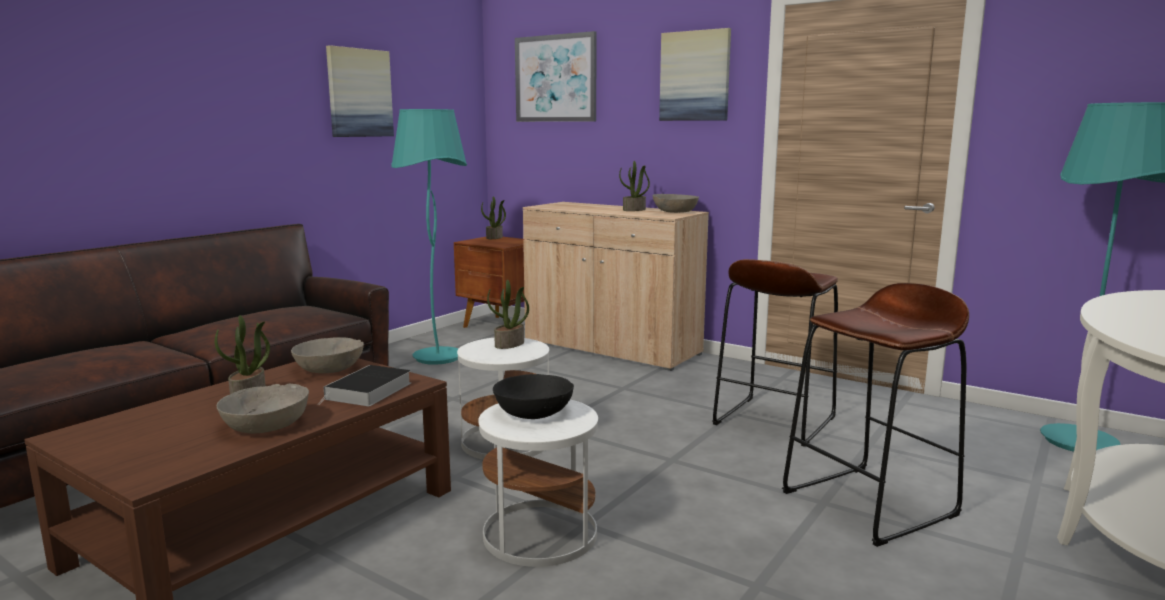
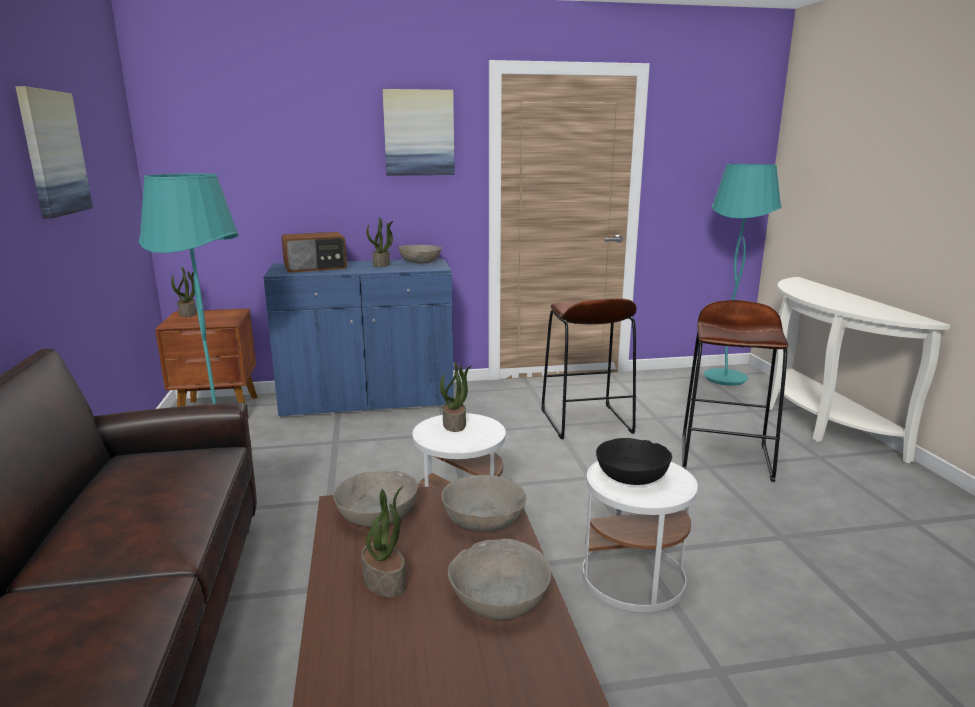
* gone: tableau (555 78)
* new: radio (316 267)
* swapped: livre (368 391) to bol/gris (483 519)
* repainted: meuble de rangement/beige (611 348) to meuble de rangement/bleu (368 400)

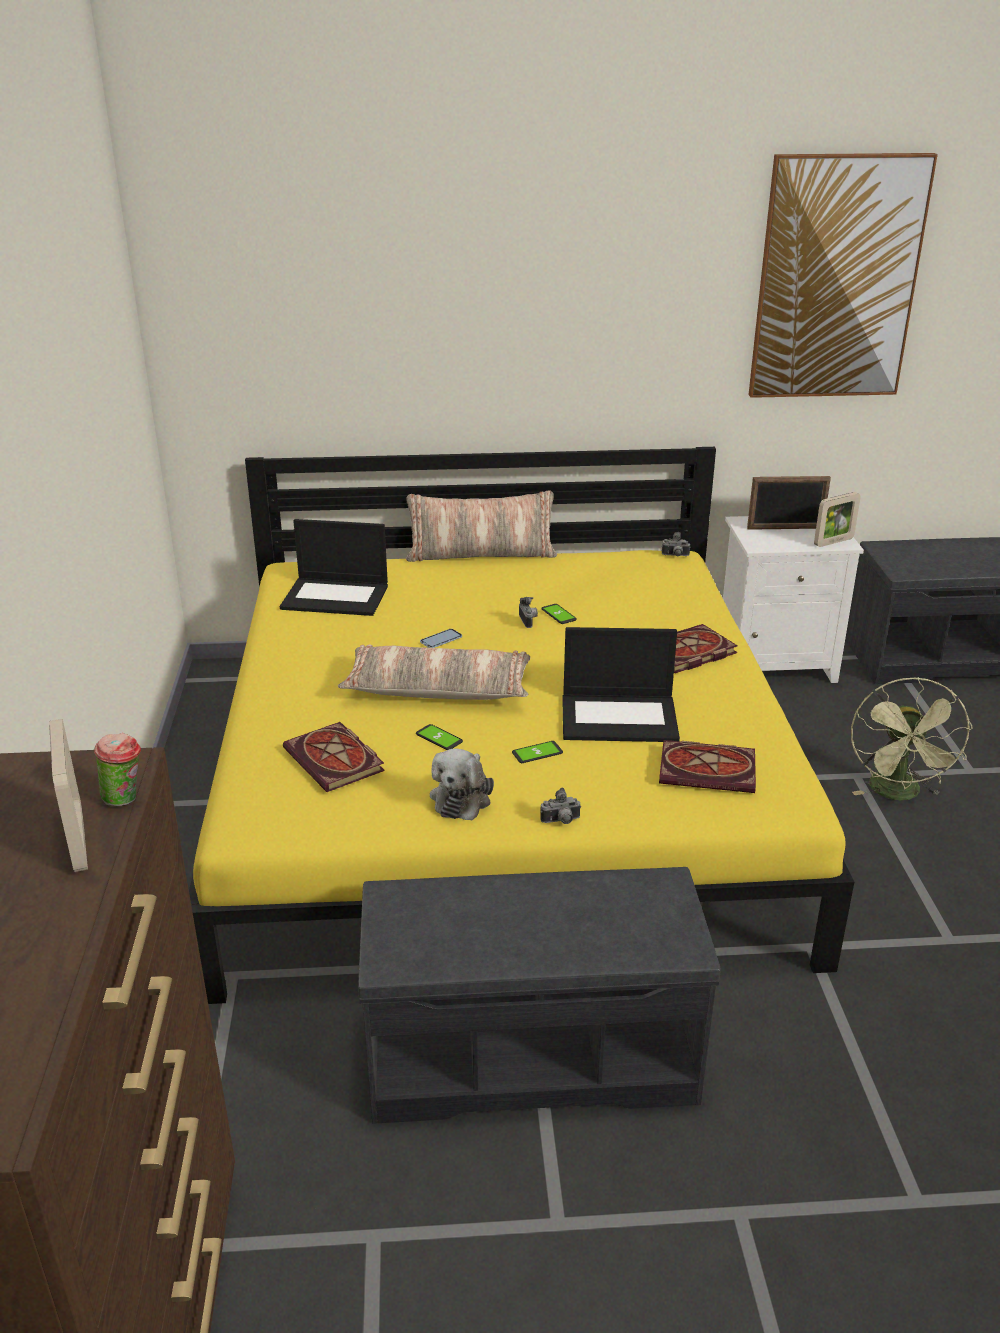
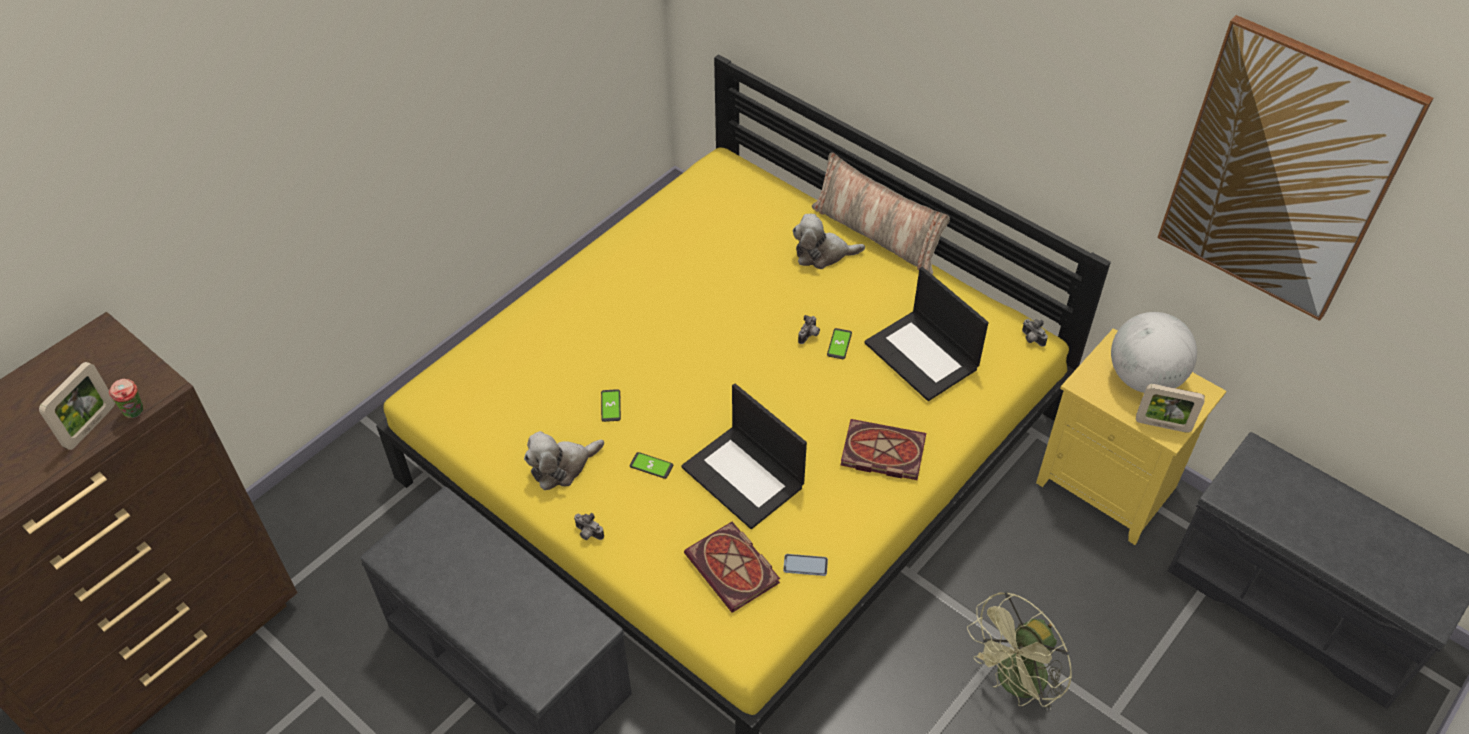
* gone: livre (337 761)
* gone: coussin (438 689)
* new: peluche (823 254)
* shifted: ordinateur portable (336 597) to (923 356)
* shifted: téléphone (441 640) to (805 565)
* swapped: cadre photo (785 528) to globe (1144 378)
* repainted: table de chevet/blanc (776 663) to table de chevet/jaune (1110 486)

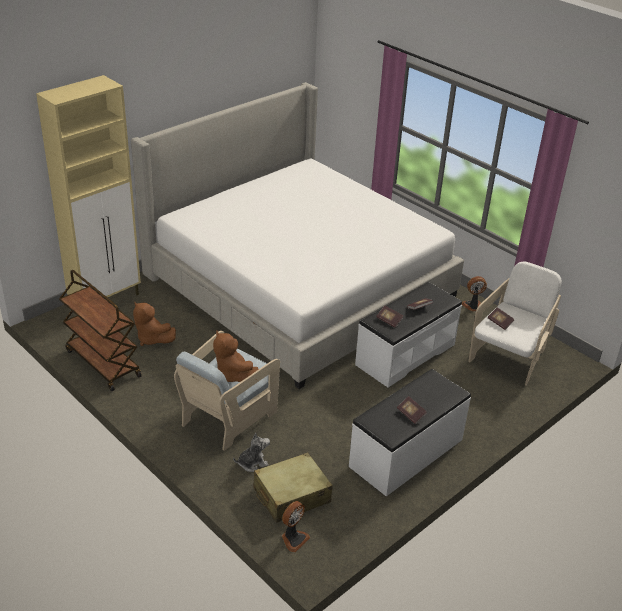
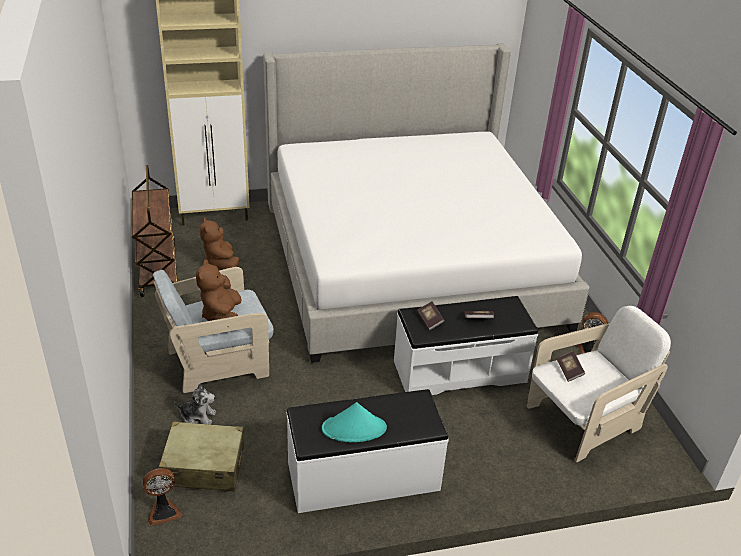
* swapped: livre (411 414) to chapeau/turquoise (354 428)

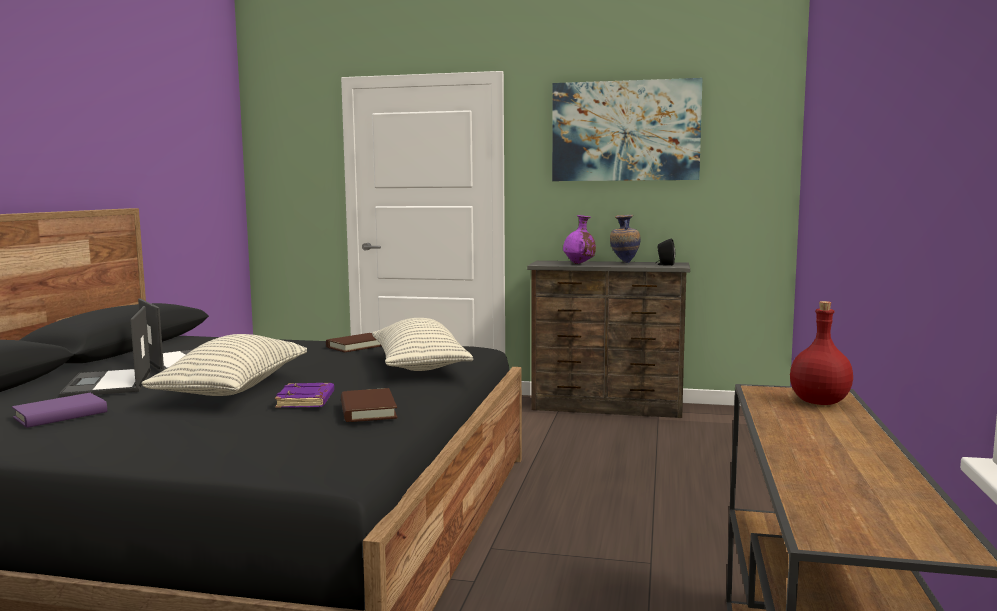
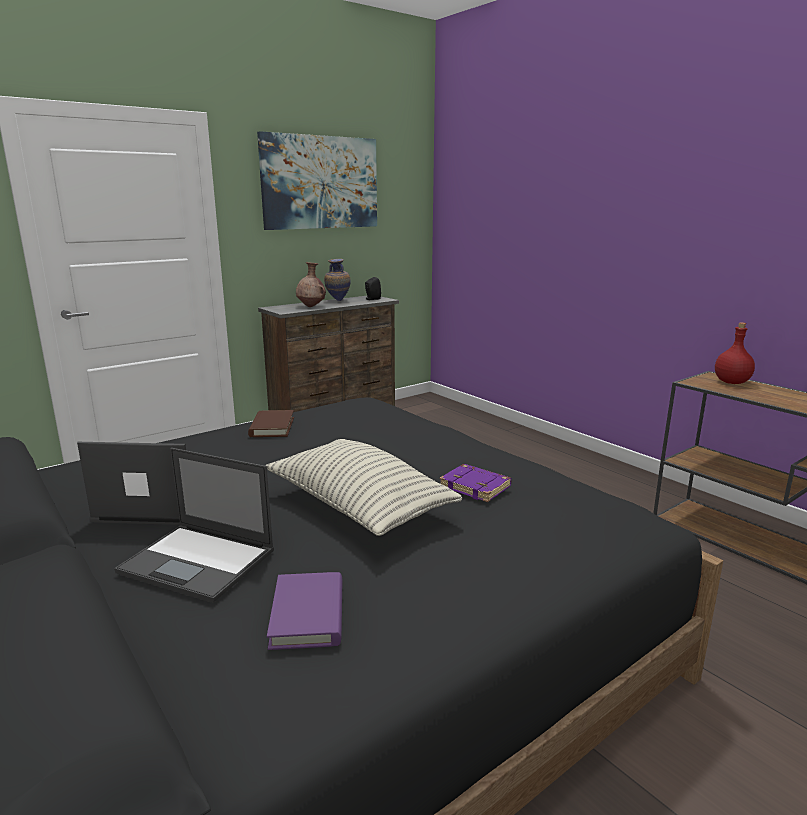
* gone: livre/marron (368 410)
* gone: coussin (419 366)
* repainted: vase/violet (579 264) to vase/marron (311 306)

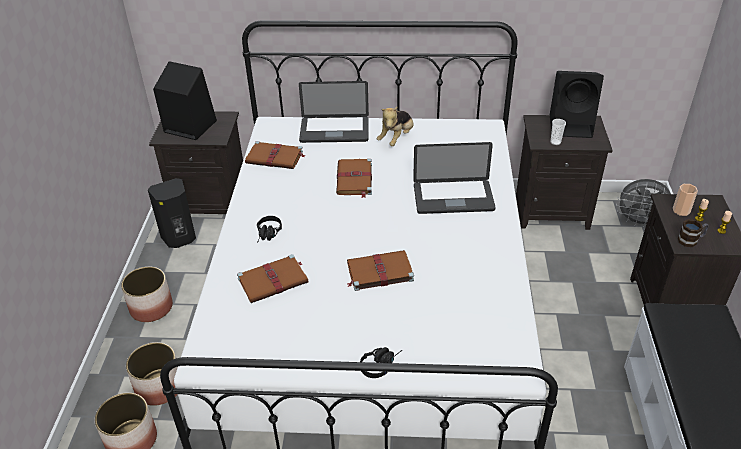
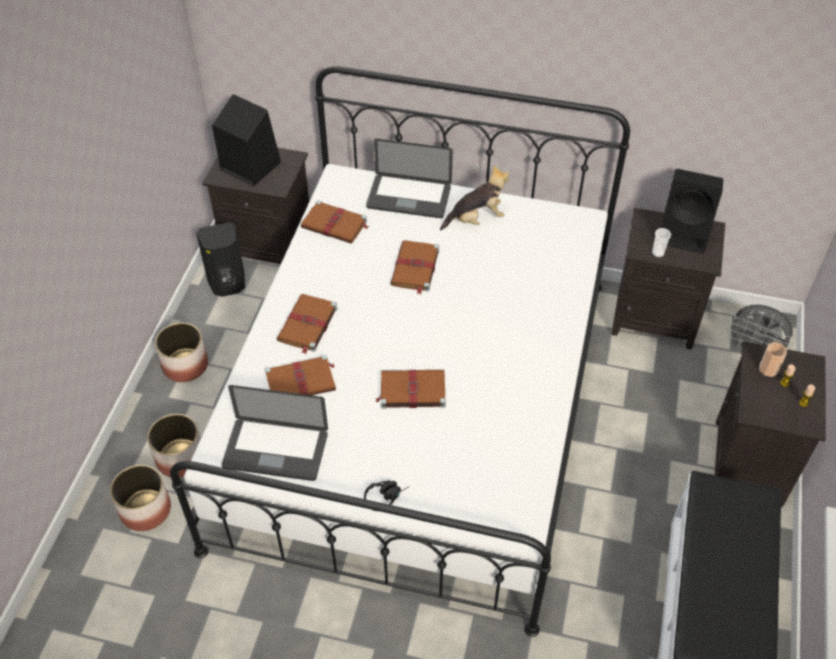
* gone: mug (691 240)
* shifted: ordinateur portable (453 198) to (275 450)
* swapped: casque audio/noir (268 235) to livre/marron (307 325)
* rotated: peluche (396 138) = (476 219) 150 degrees counterclockwise

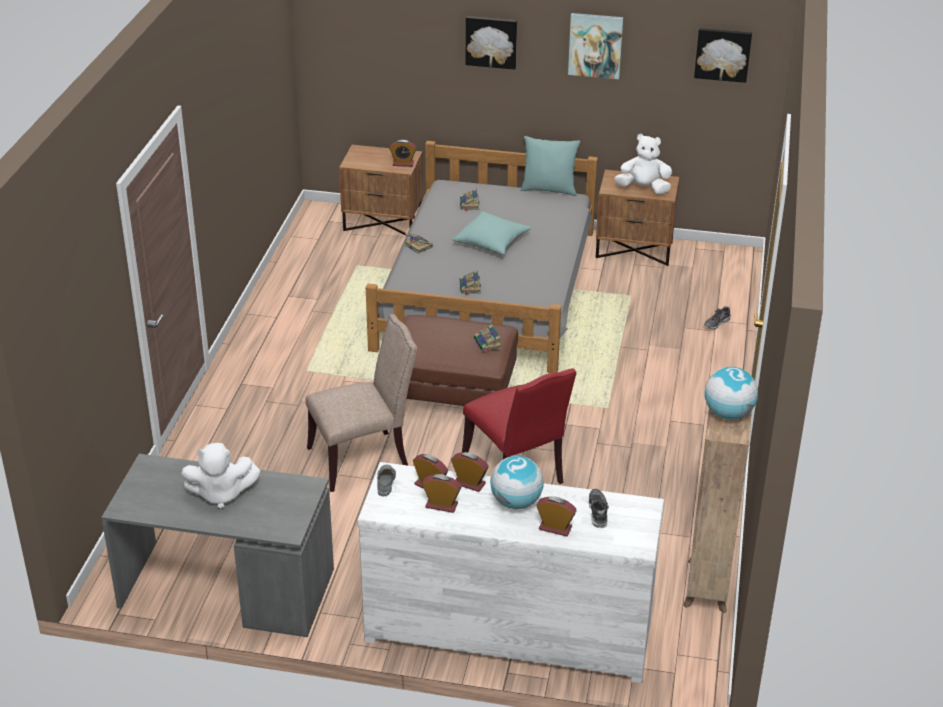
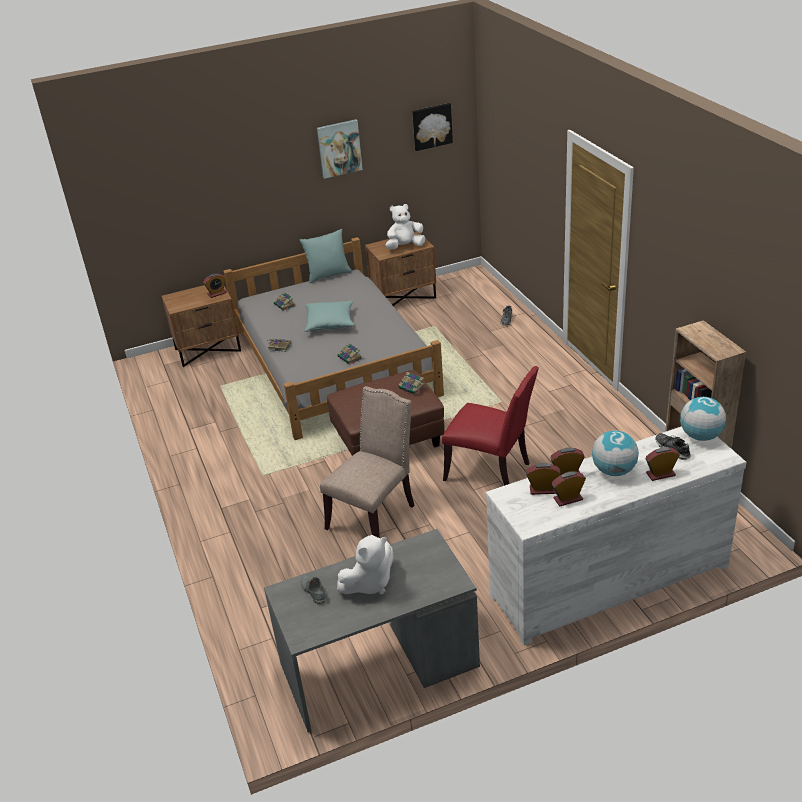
* gone: tableau (491 41)
* shifted: chaussure/gris (385 482) to (313 591)
* shifted: globe (728 414) to (700 436)

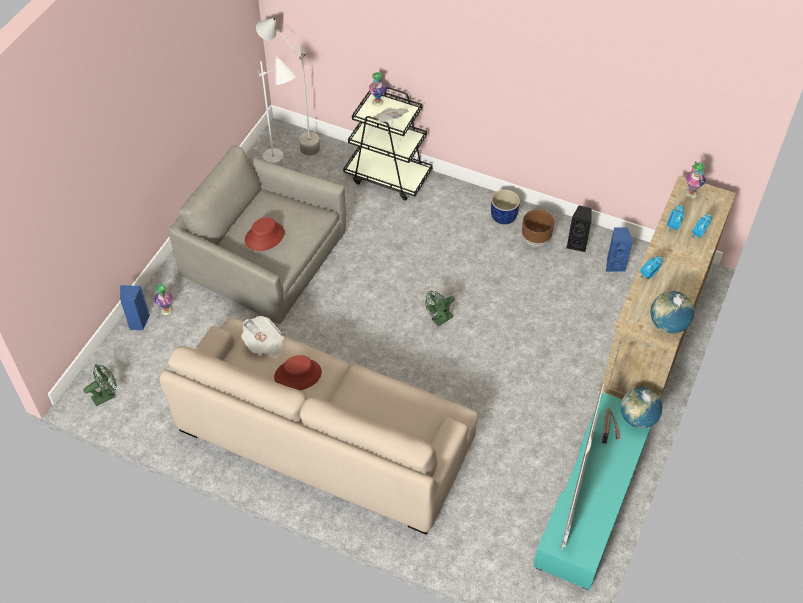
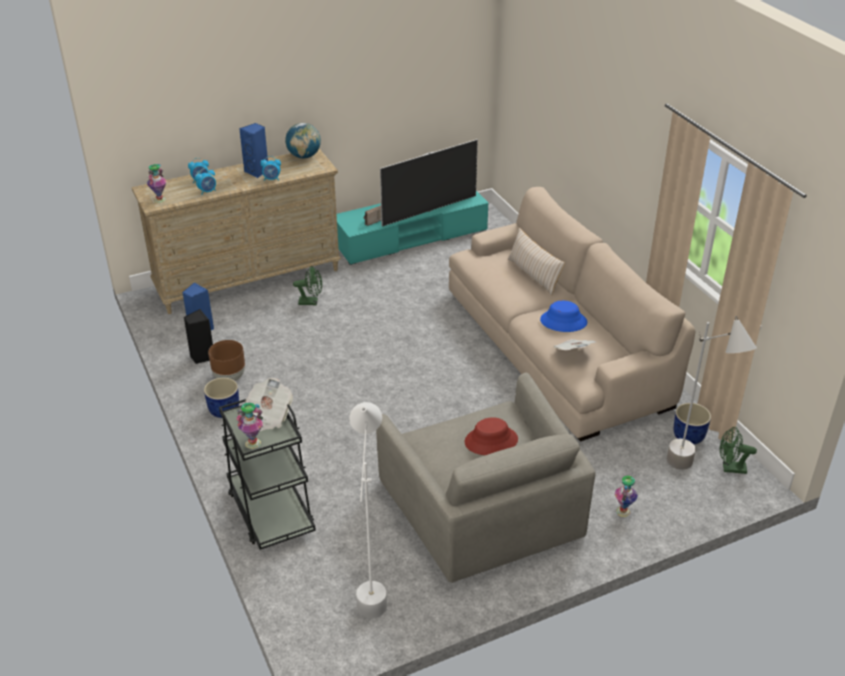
* gone: globe (638 418)
* new: coussin/beige (533 275)
* new: cache-pot/bleu (689 436)
* shifted: enceinte/bleu (138 322) to (257 171)
* shifted: lampadaire/gris (295 143) to (692 474)
* shifted: ventilateur/vert (439 320) to (311 302)
* repainted: chapeau/rouge (298 375) to chapeau/bleu (563 321)

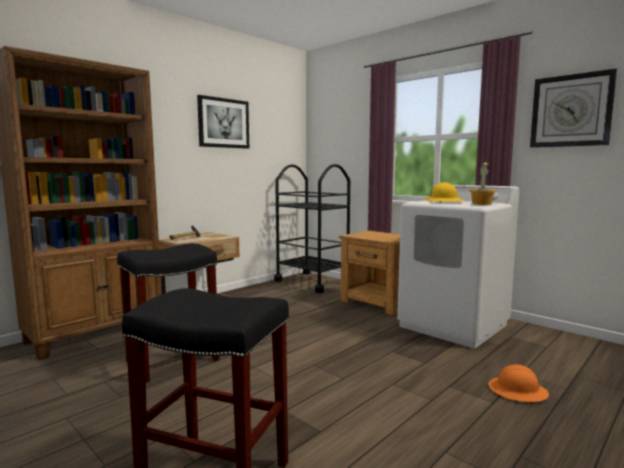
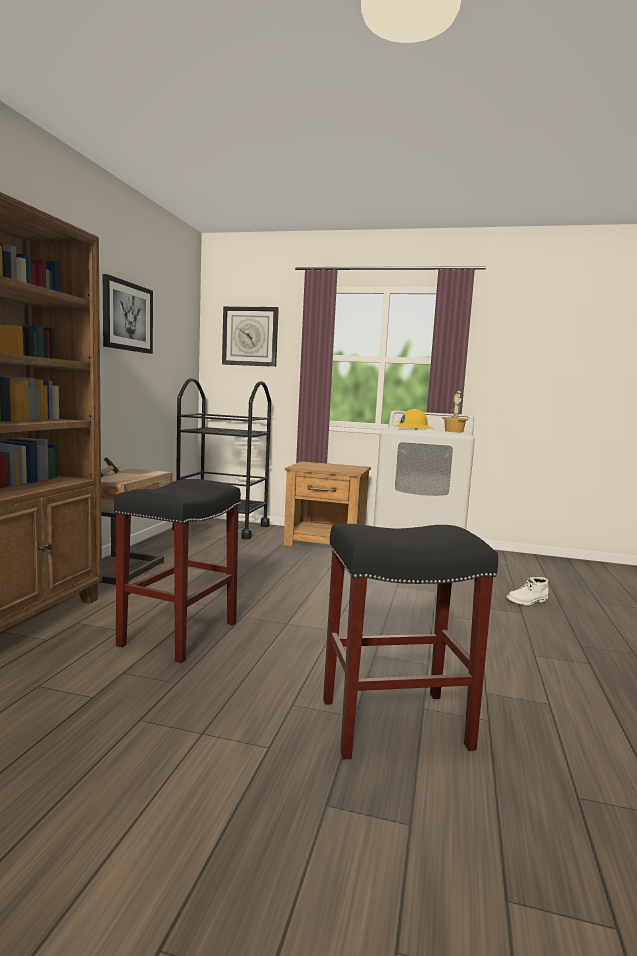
* shifted: horloge murale (571 111) to (250 336)
* swapped: casque de chantier/orange (517 391) to botte/blanc (527 601)

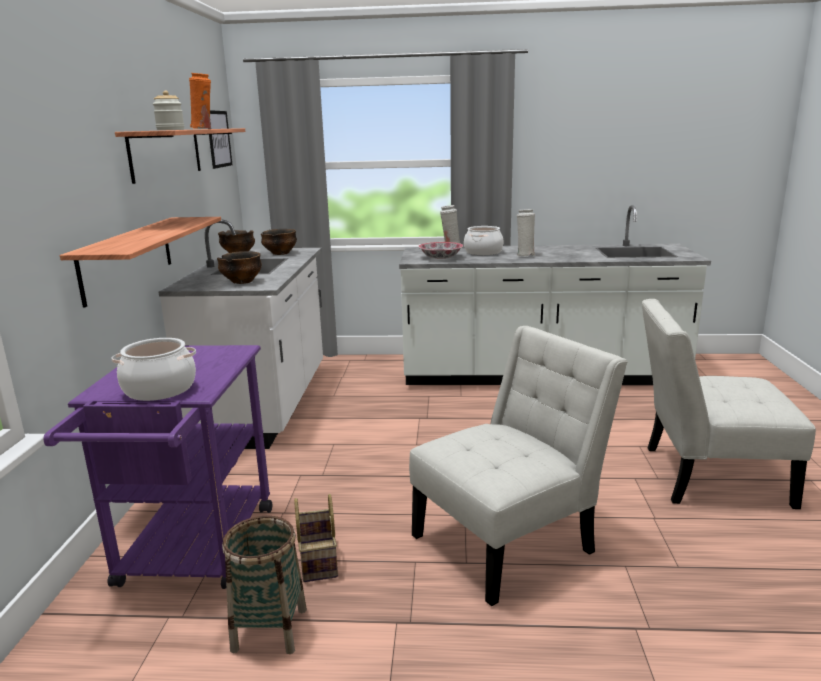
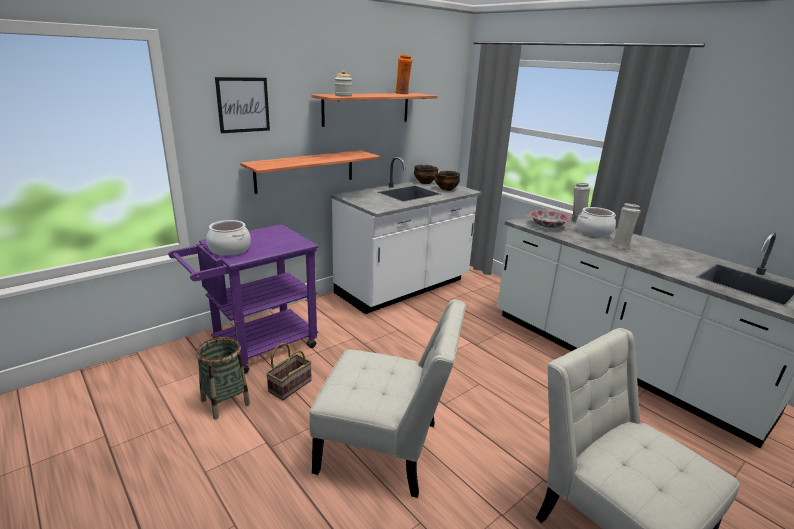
* gone: bol (242 282)
* shifted: tableau (219 139) to (243 105)

